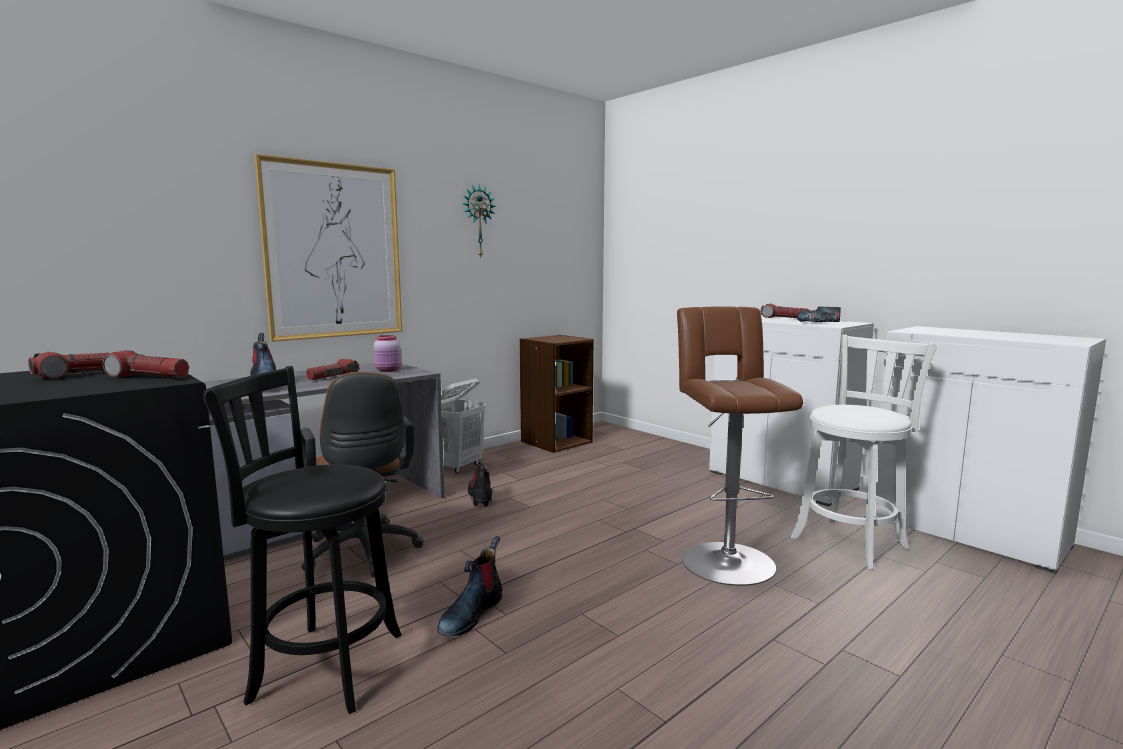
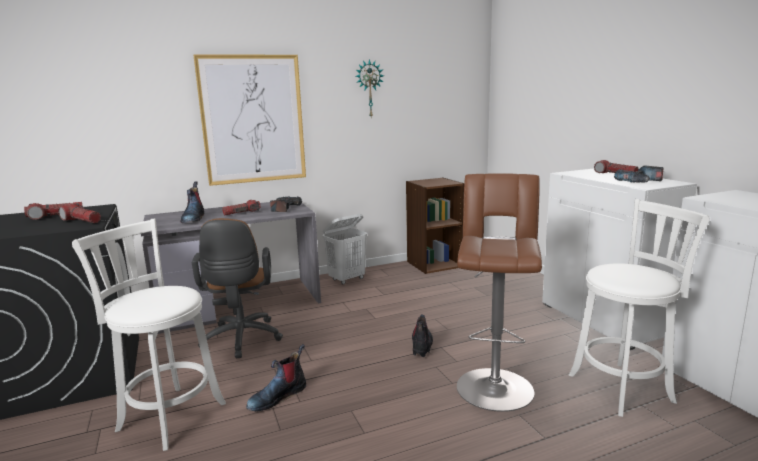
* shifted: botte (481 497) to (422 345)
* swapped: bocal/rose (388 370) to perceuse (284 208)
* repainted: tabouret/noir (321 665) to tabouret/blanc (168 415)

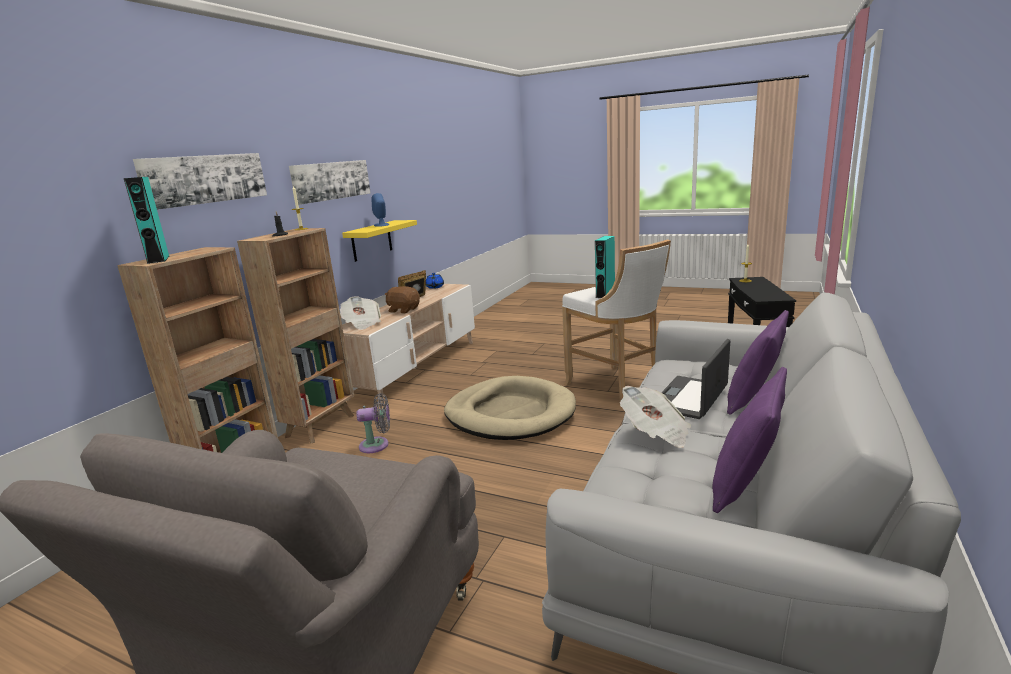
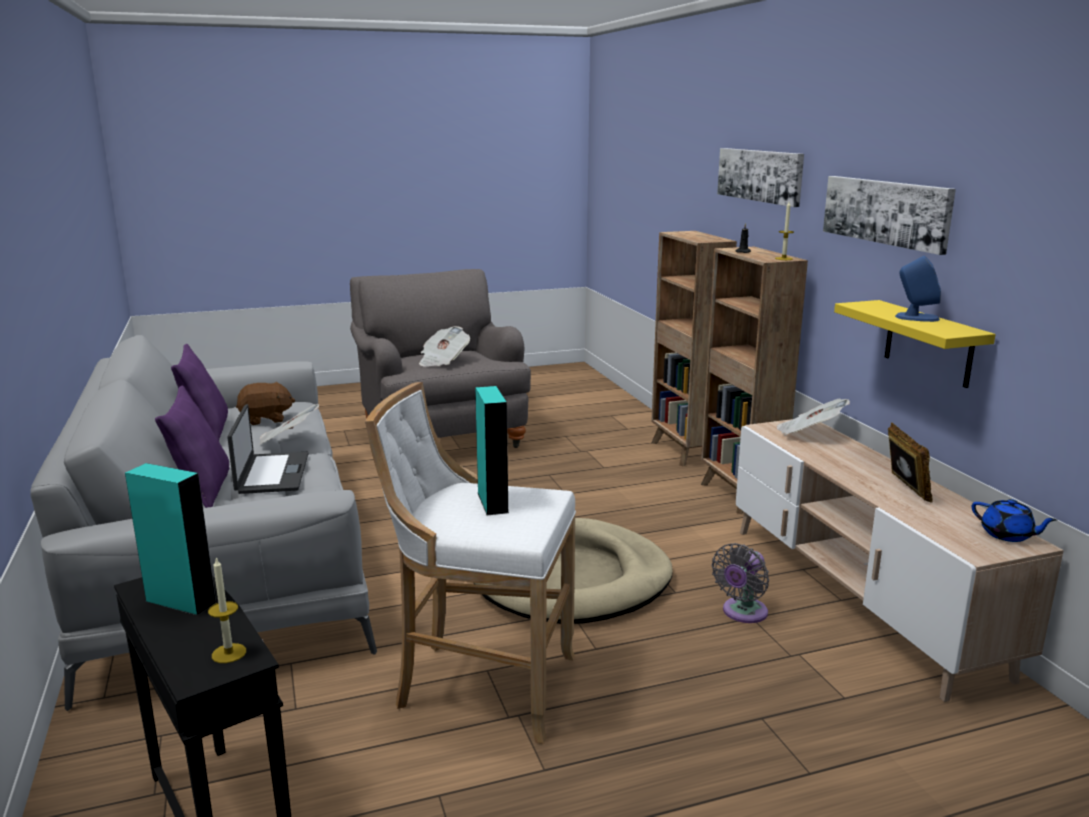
* new: journal (443 361)
* shifted: enceinte/turquoise (158 259) to (180 602)
* shifted: ventilateur/gris (377 445) to (742 613)
* shifted: peluche/marron (403 310) to (266 419)

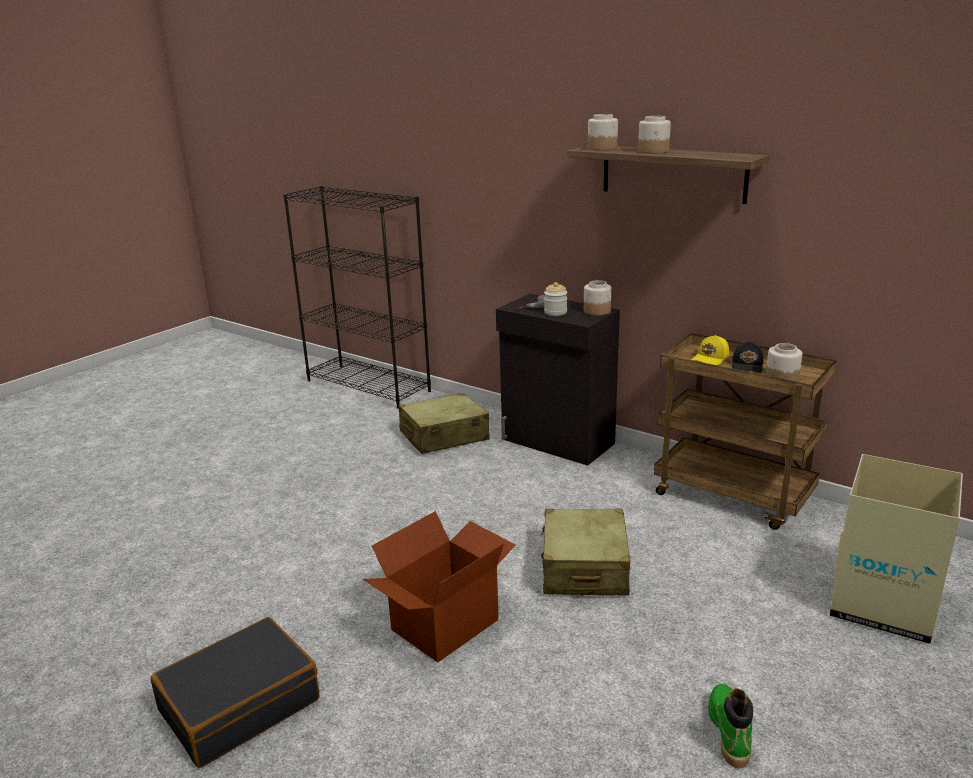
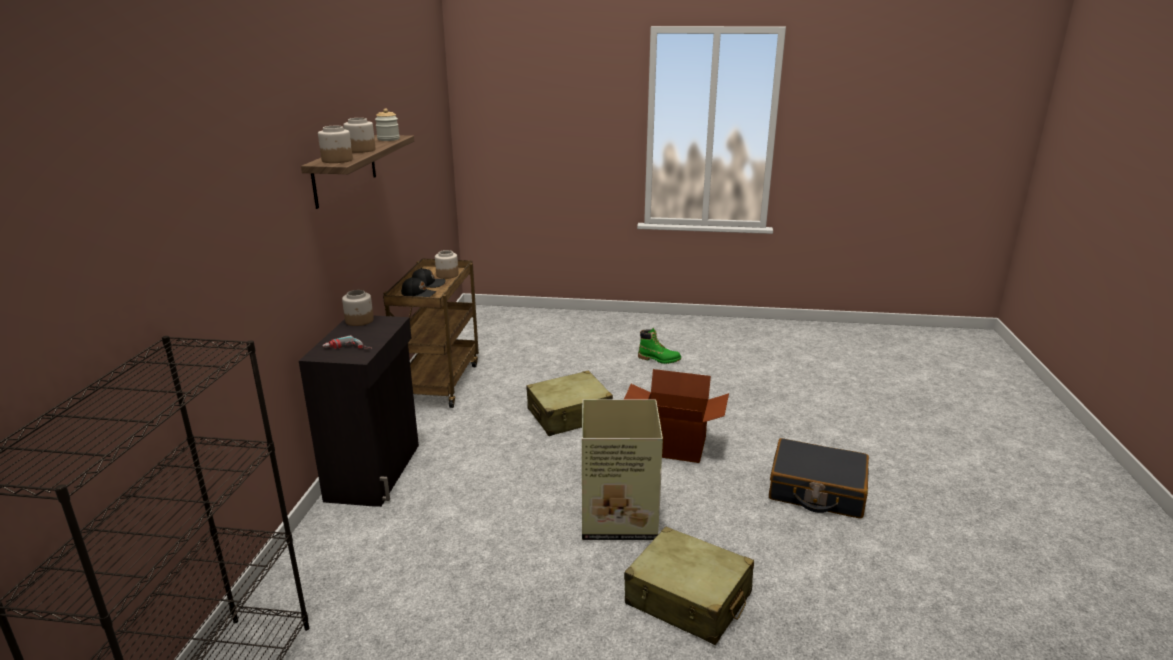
* shifted: valise/beige (443 436) to (688 599)
* shifted: bocal (555 312) to (388 139)
* shifted: carton (883 603) to (616 517)
* repainted: casquette/jaune (711 358) to casquette/noir (419 294)
* rotated: botte/vert (729 730) = (659 359) 135 degrees counterclockwise

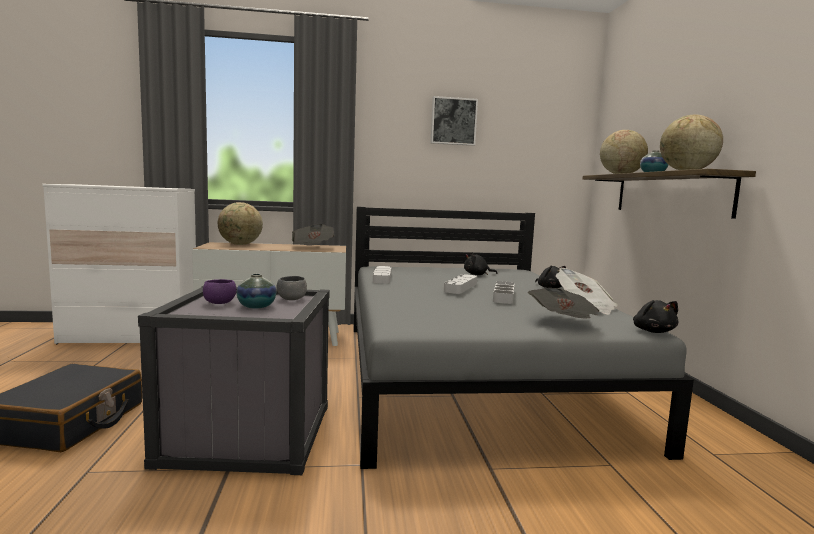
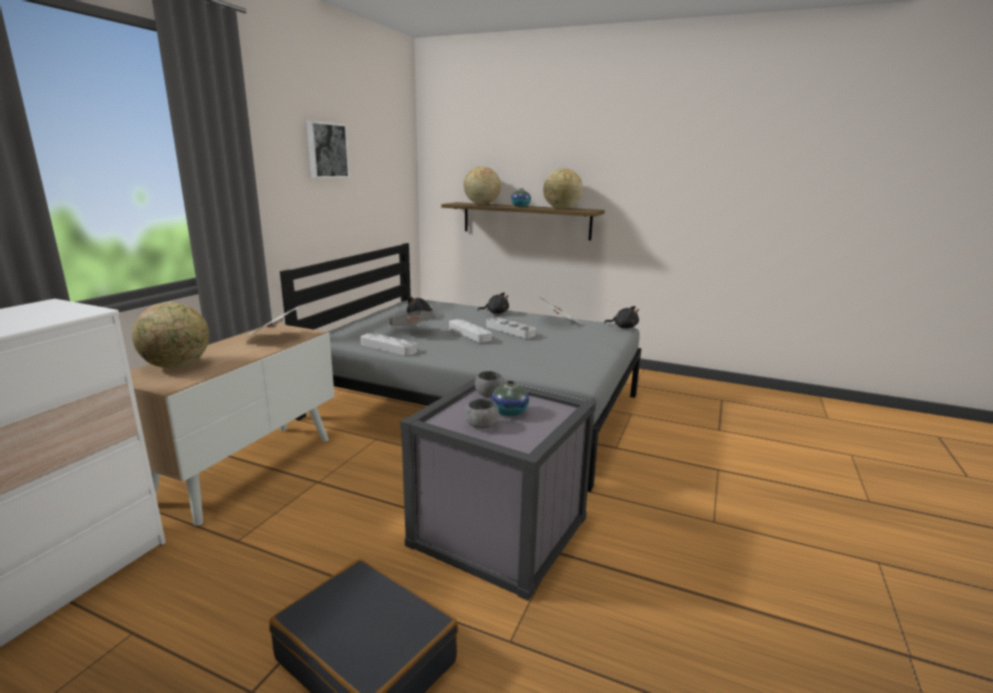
* shifted: journal (563 323) to (411 331)
* repainted: bol/violet (219 303) to bol/gris (481 425)

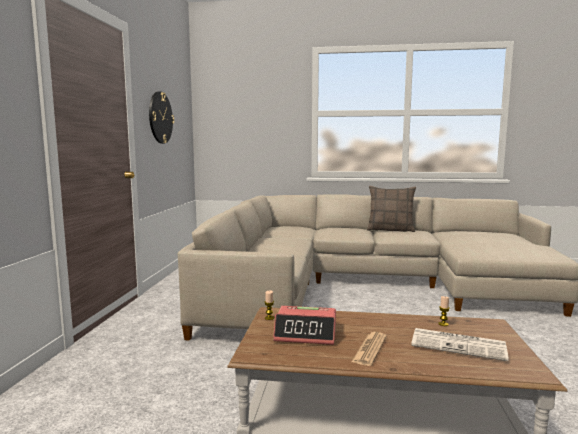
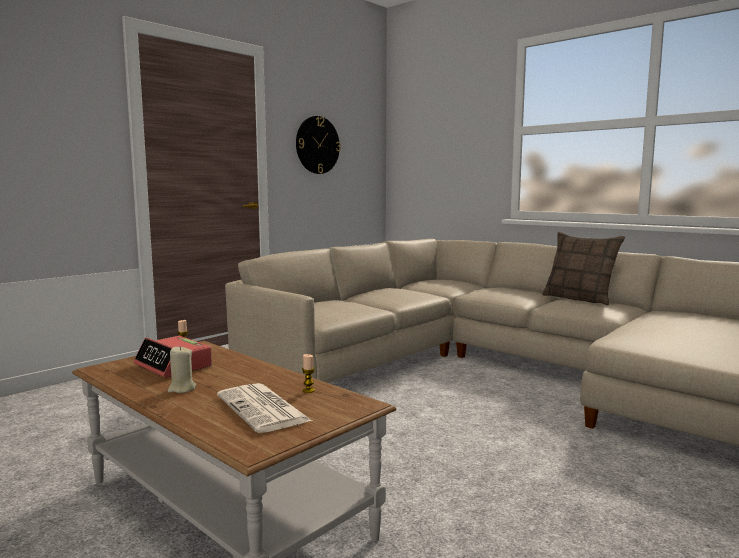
* swapped: journal (369 349) to bougie/beige (182 389)

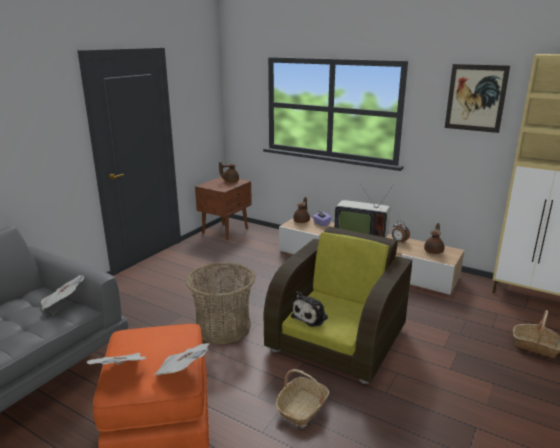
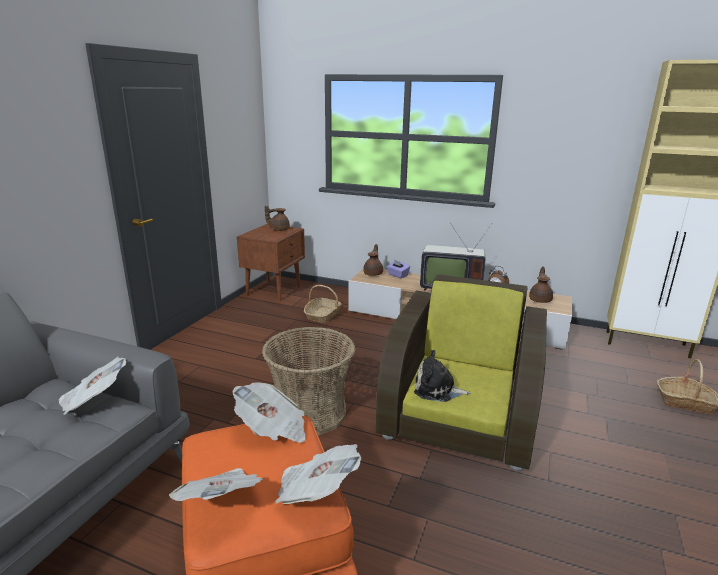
* gone: tableau (475 98)
* new: journal (273 429)
* shifted: panier (302 408) to (323 315)
* rotated: peluche (311 317) = (437 390) 75 degrees clockwise

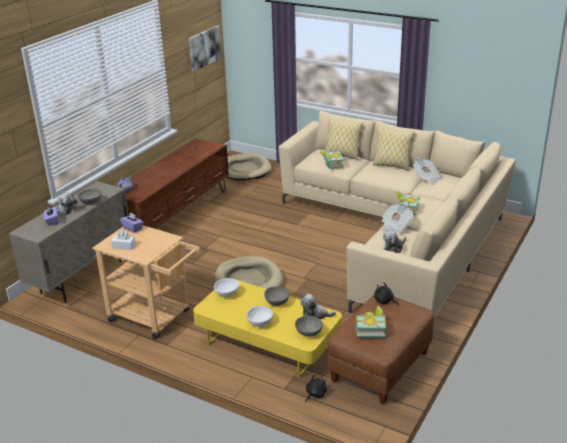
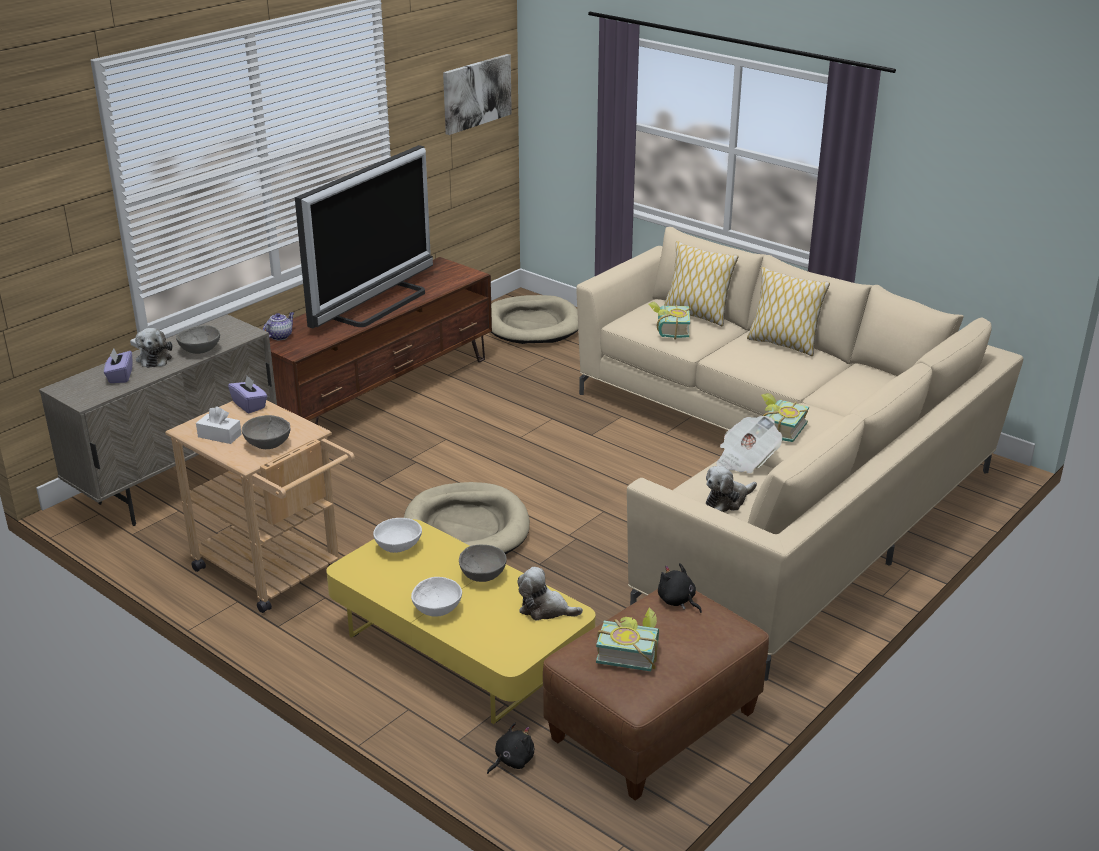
* gone: journal (427 178)
* new: téléviseur (378 304)
* shifted: bol/gris (308 333) to (267 444)

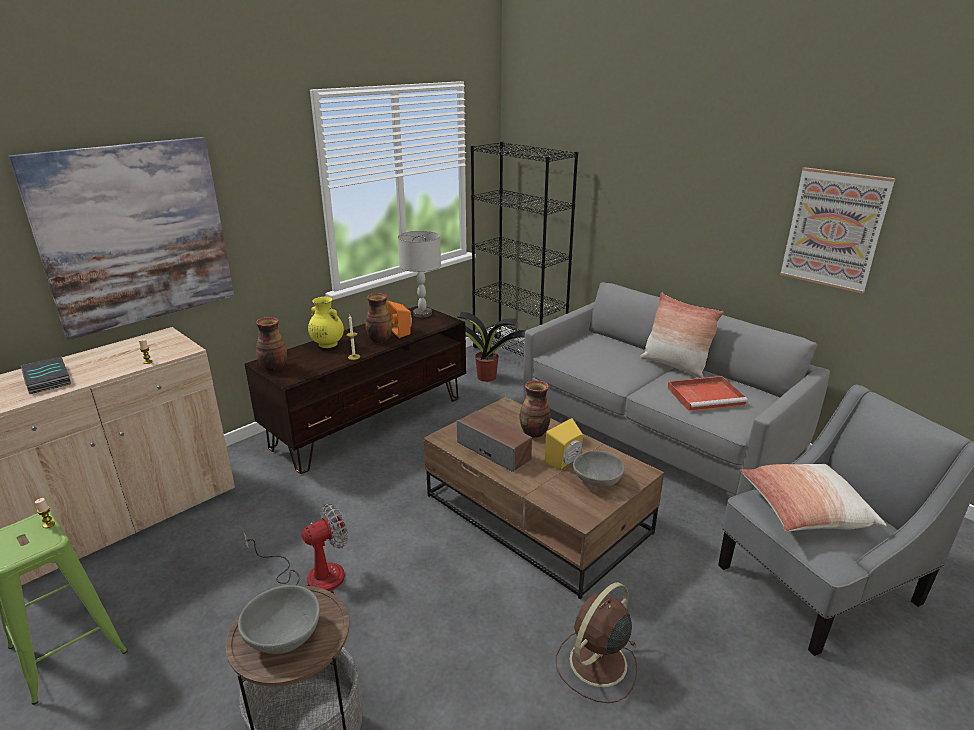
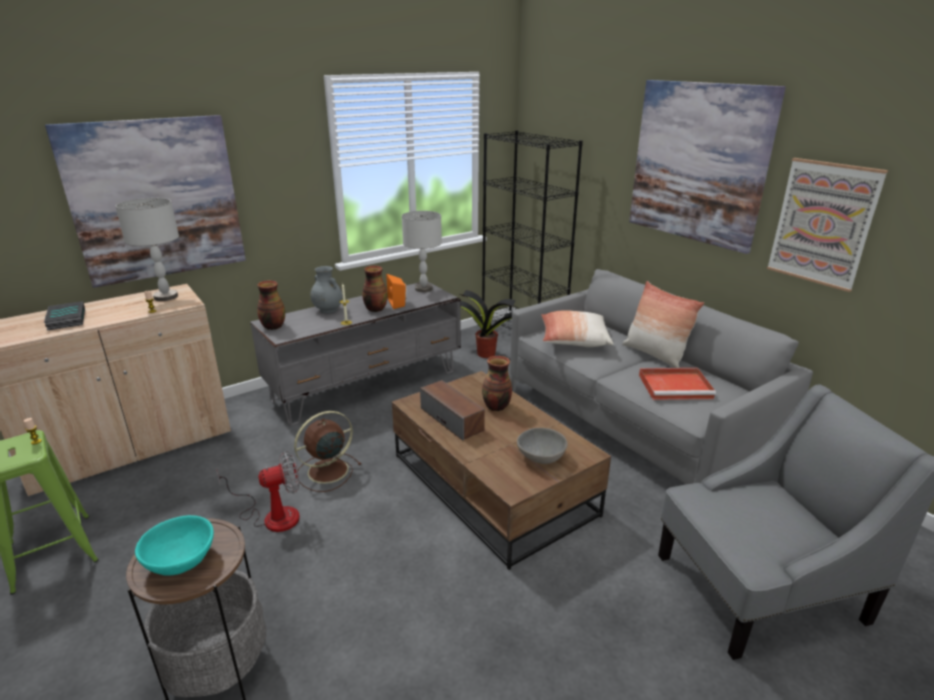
* gone: enceinte/jaune (565 461)
* new: lampe de table/gris (166 297)
* new: tableau (698 163)
* shifted: ventilateur/marron (596 664) to (326 471)
* shifted: coussin (803 511) to (573 340)
* repainted: bol/gris (284 636) to bol/turquoise (181 561)
* repainted: meuble télé/marron (370 422) to meuble télé/gris (367 385)
* repainted: vase/jaune (327 344) to vase/gris (328 310)

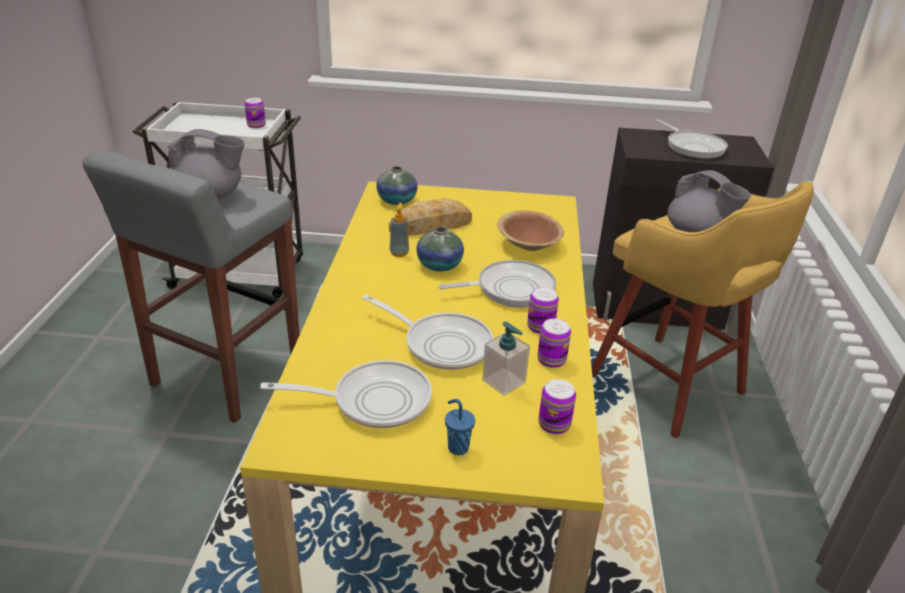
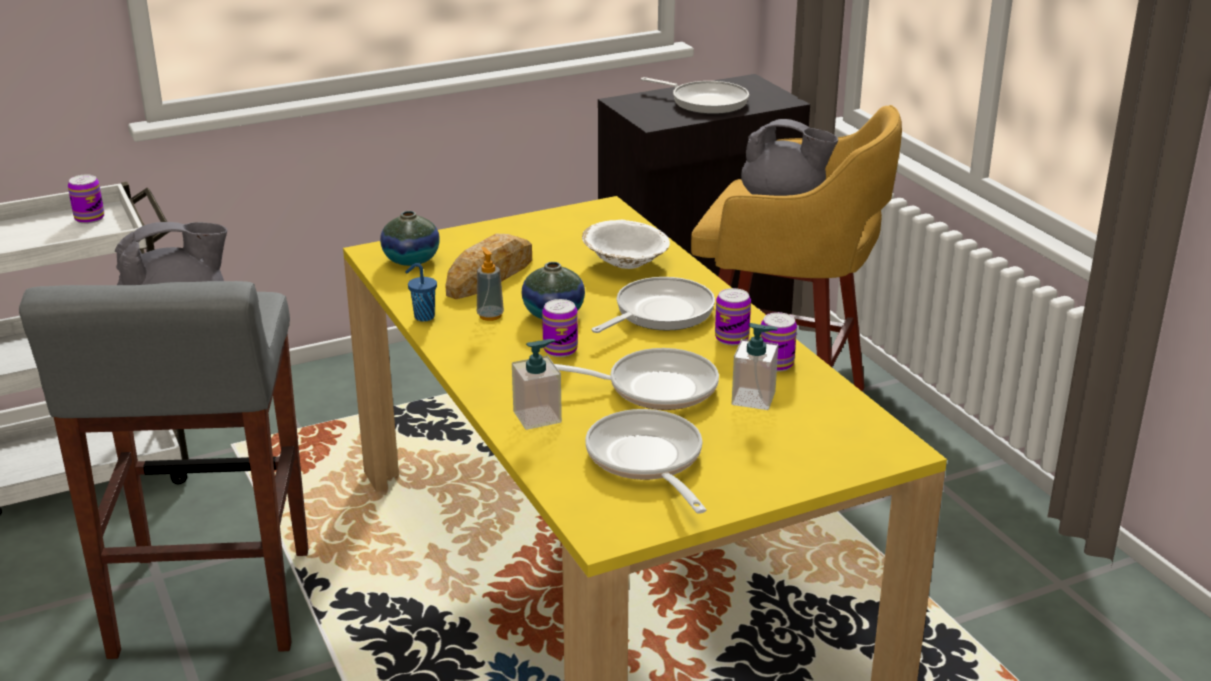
* new: distributeur de savon (537 417)
* shifted: tasse/bleu (457 447) to (423 317)
* shifted: boîte métallique (554 424) to (560 349)
* repainted: bol/marron (528 244) to bol/blanc (625 262)
* rotated: poêle (373 400) = (647 461) 75 degrees counterclockwise

